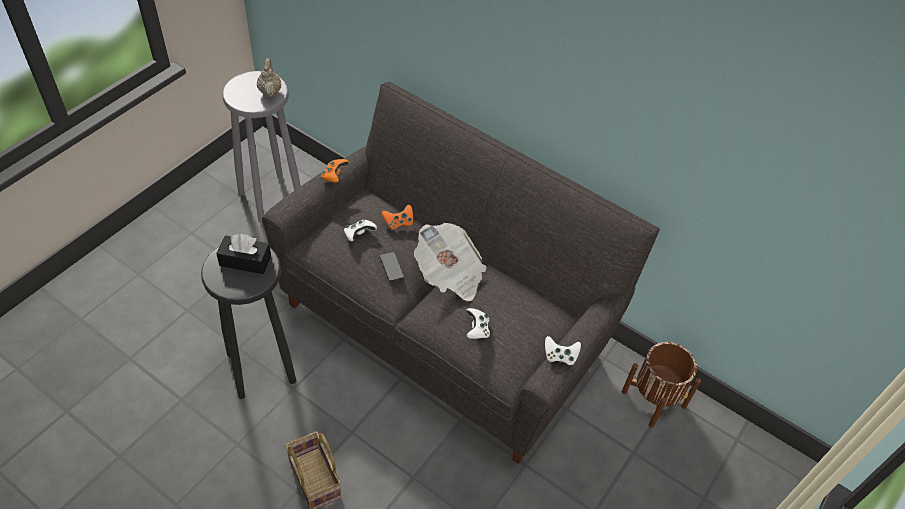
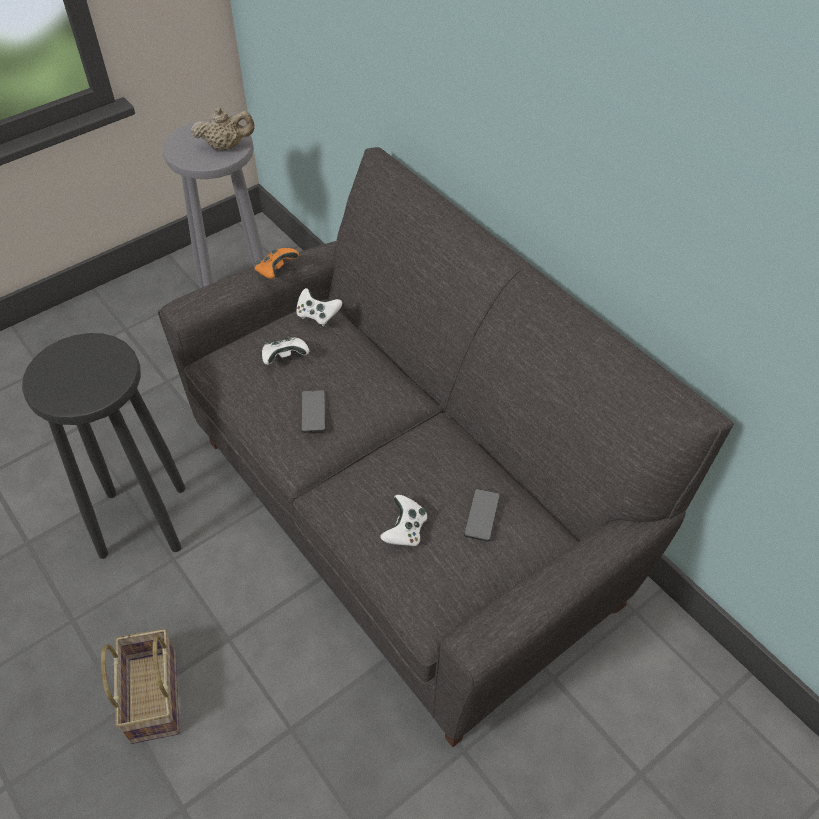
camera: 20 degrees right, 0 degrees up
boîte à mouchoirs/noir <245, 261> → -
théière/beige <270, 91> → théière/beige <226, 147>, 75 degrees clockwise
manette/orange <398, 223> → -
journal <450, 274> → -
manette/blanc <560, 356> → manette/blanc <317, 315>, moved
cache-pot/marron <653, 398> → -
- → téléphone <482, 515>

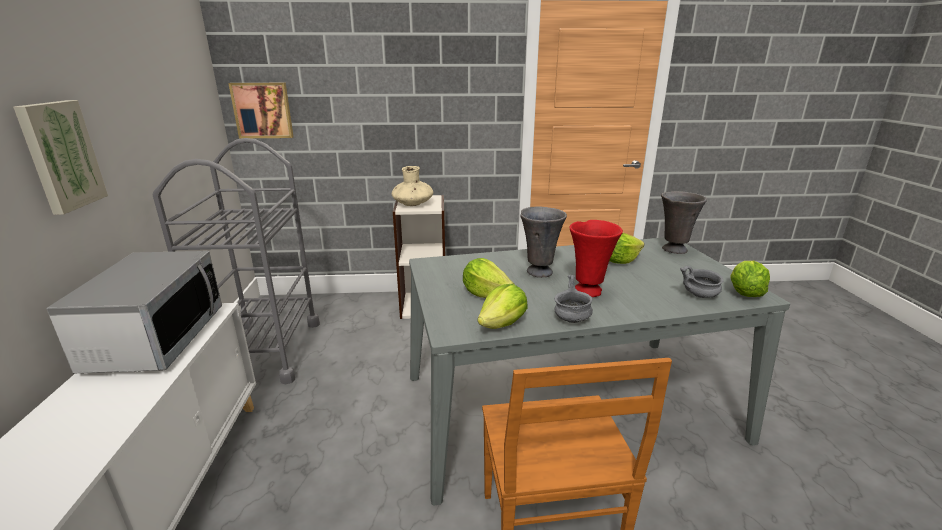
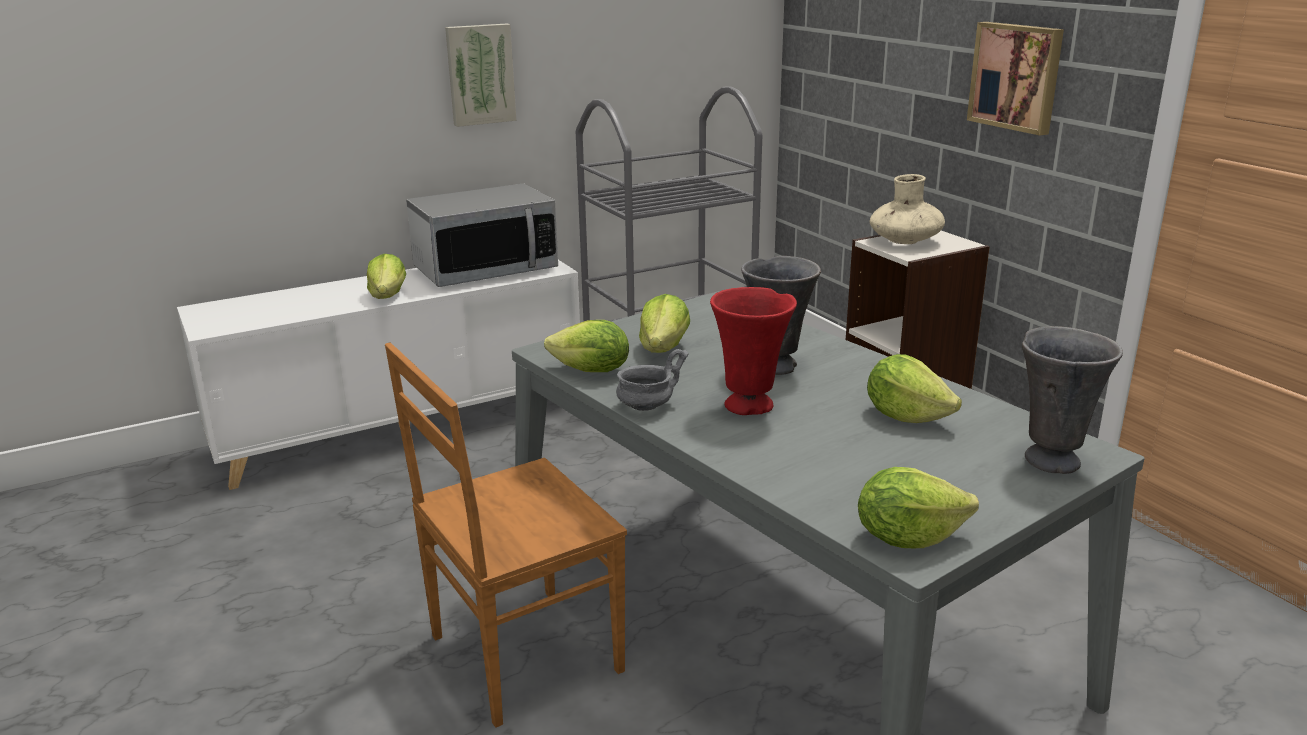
camera: 65 degrees right, 0 degrees up
tableau <263, 110> → tableau <1016, 76>, moved
bol/gris <699, 295> → -
- → laitue <388, 296>

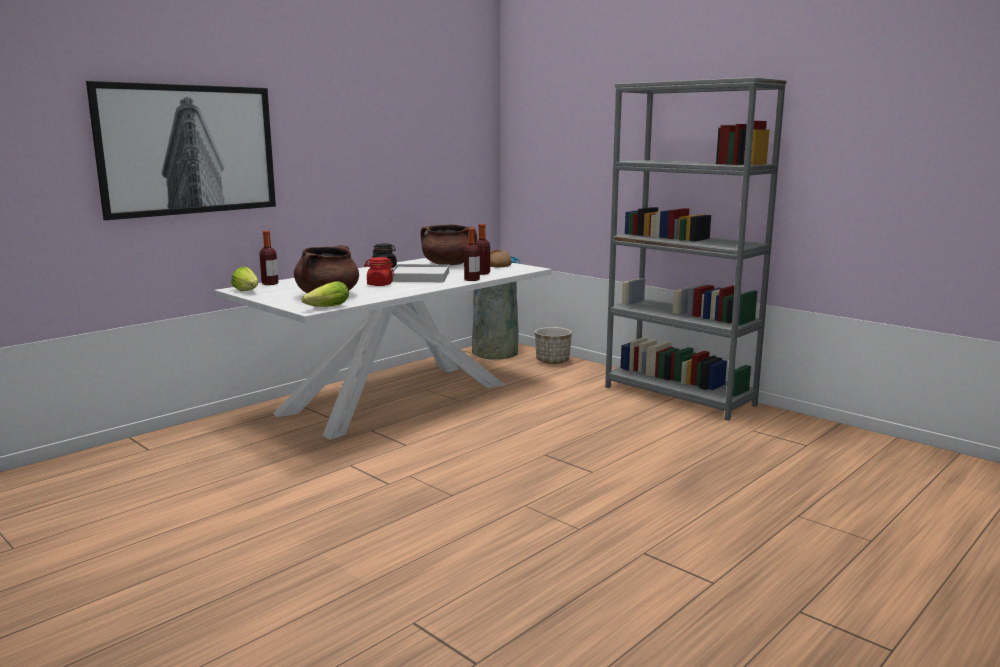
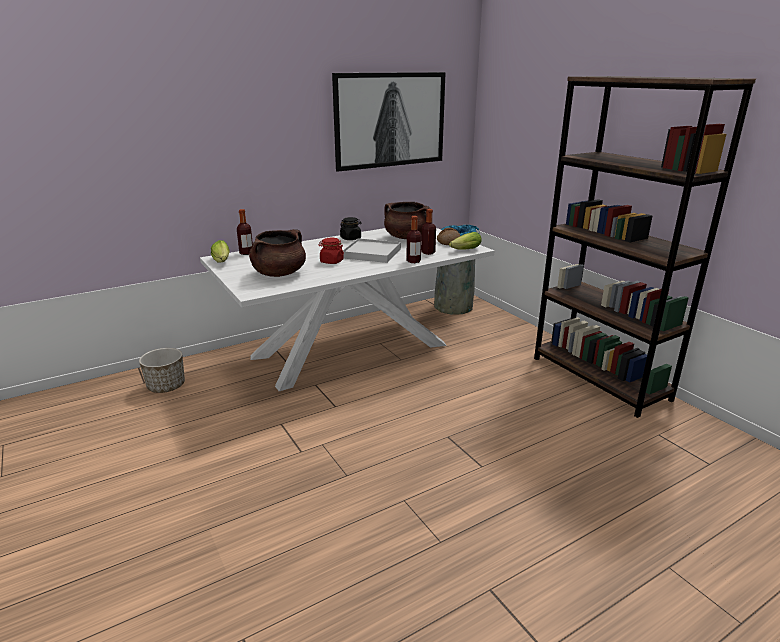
camera: 15 degrees right, 10 degrees up
tableau <188, 149> → tableau <390, 120>, moved
laitue <325, 308> → laitue <464, 250>, moved
cache-pot <552, 361> → cache-pot <166, 386>, moved
bibliothèque/gris <679, 396> → bibliothèque/marron <599, 378>

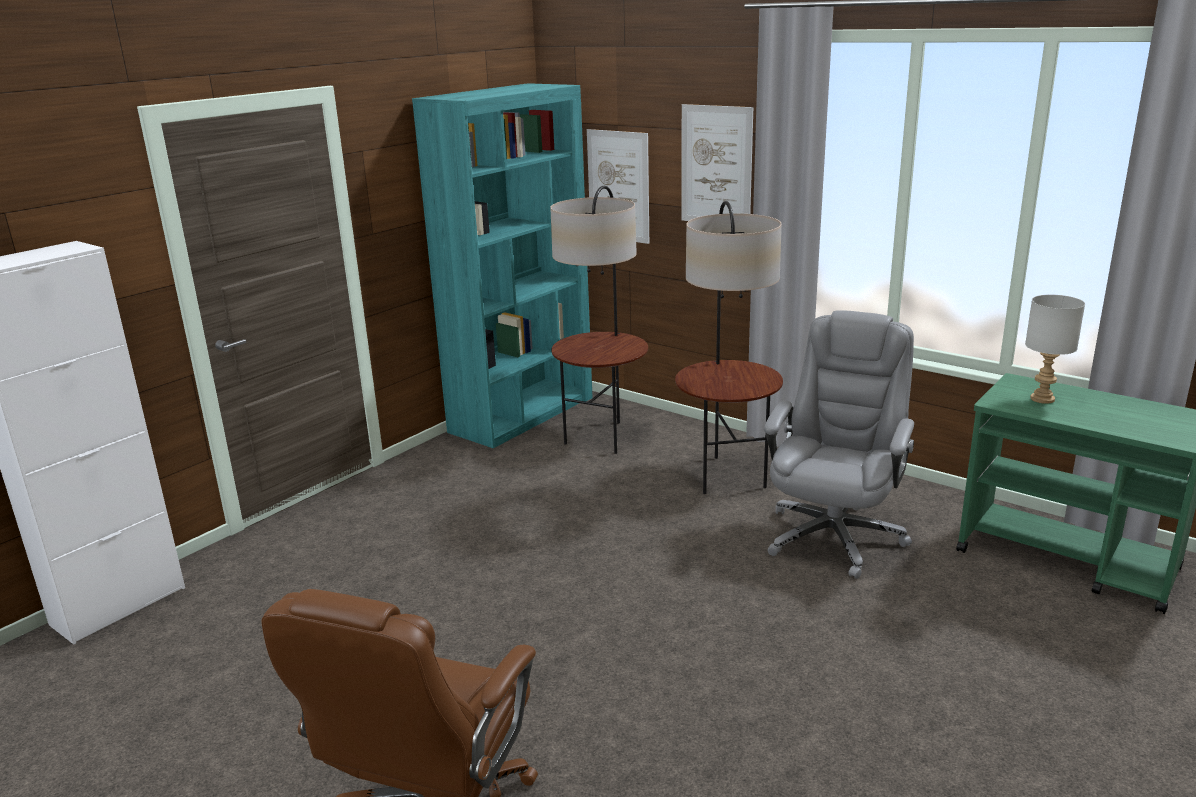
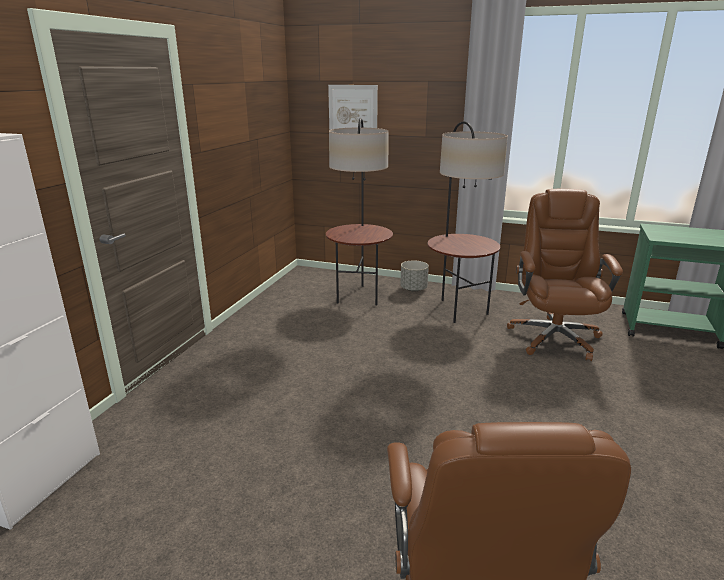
camera: 20 degrees left, 0 degrees up
bibliothèque/turquoise <522, 414> → -
tableau <716, 166> → -
chaise de bureau/gris <834, 536> → chaise de bureau/marron <554, 337>
lampe de table/gris <1043, 399> → -
- → cache-pot/gris <414, 289>

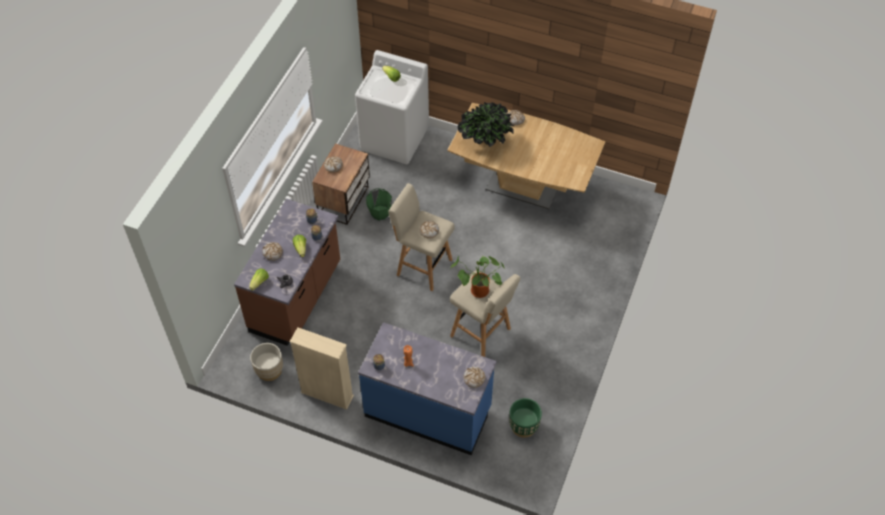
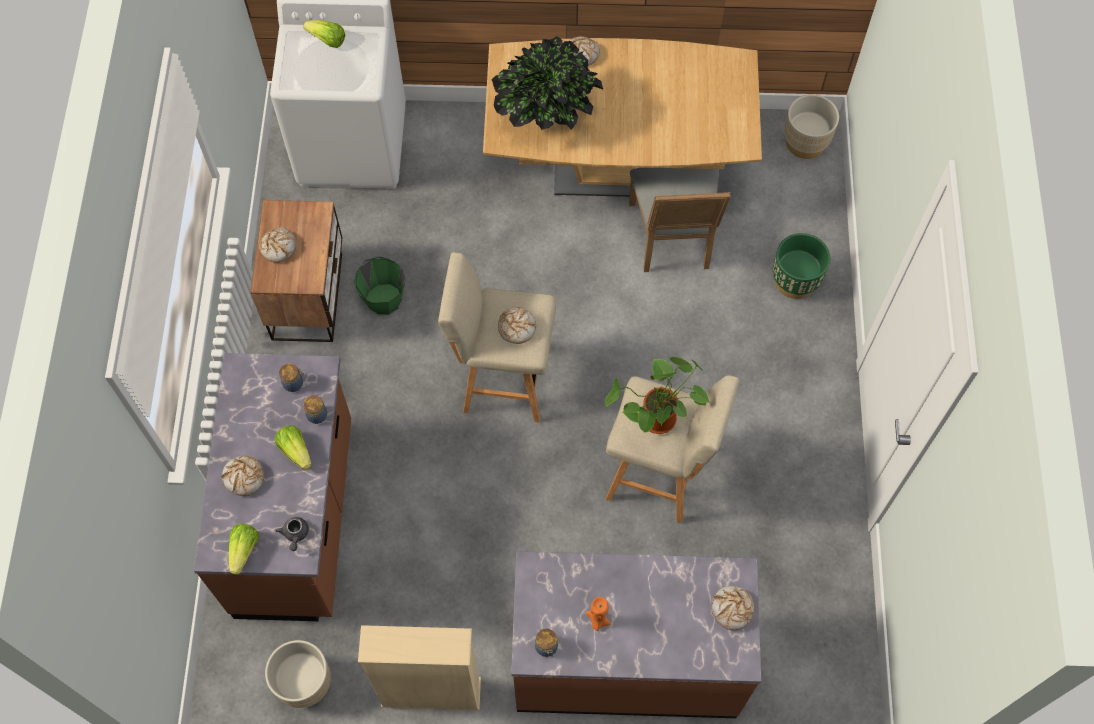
camera: 20 degrees left, 10 degrees up
comptoir de cuisine/bleu <428, 411> → comptoir de cuisine/marron <626, 660>
cache-pot/vert <523, 426> → cache-pot/vert <795, 281>, moved
- → chaise/gris <672, 240>
- → cache-pot/beige <805, 142>

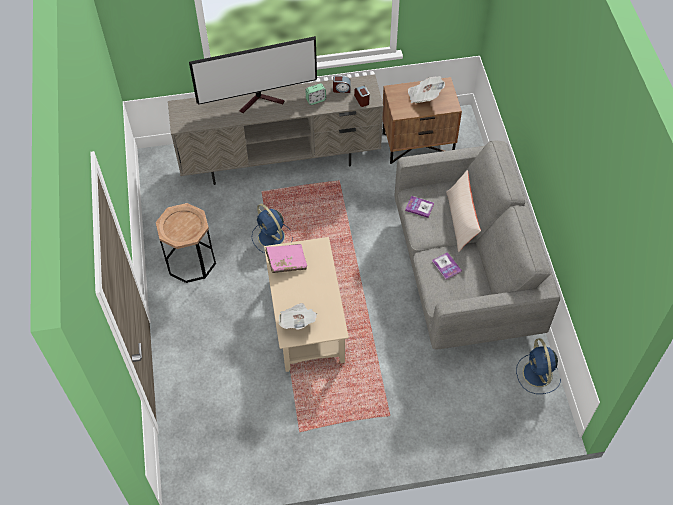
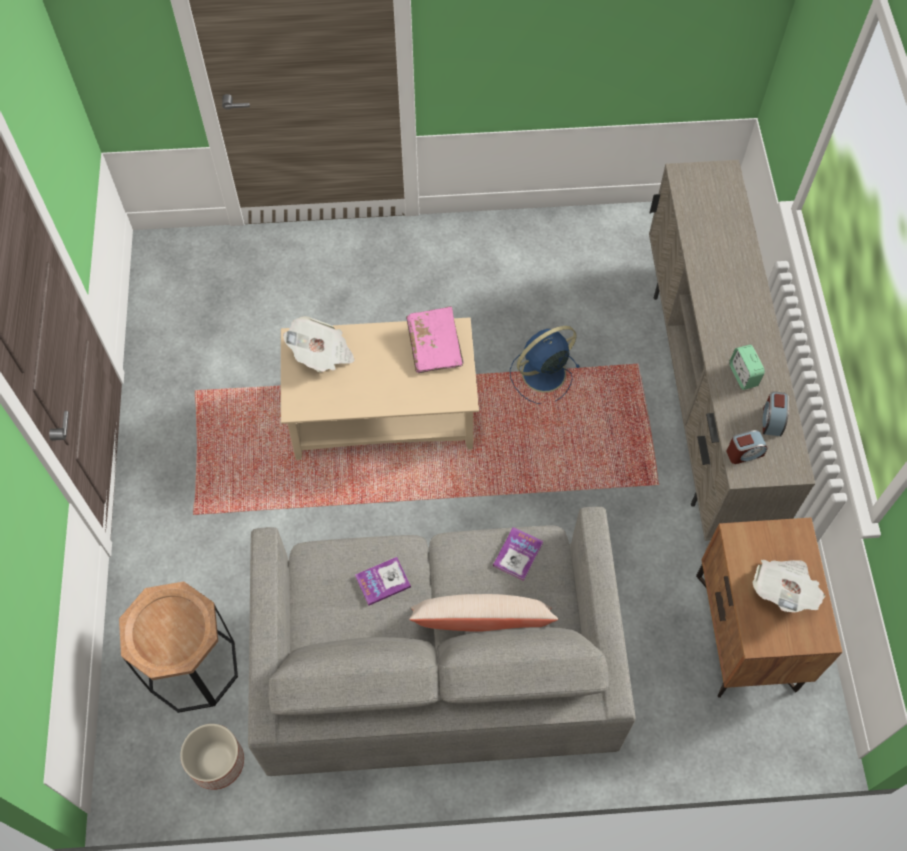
camera: 95 degrees right, 5 degrees up
table d'appoint/marron <191, 261> → table d'appoint/marron <192, 667>, moved
téléviseur <261, 100> → -
ventilateur/bleu <538, 375> → cache-pot <216, 762>

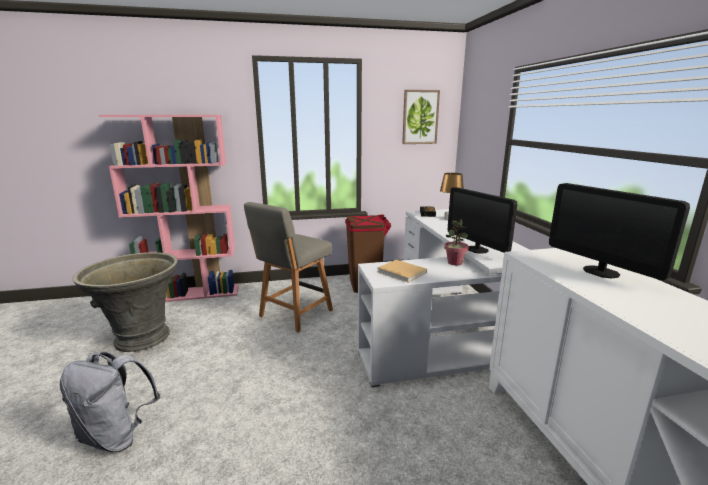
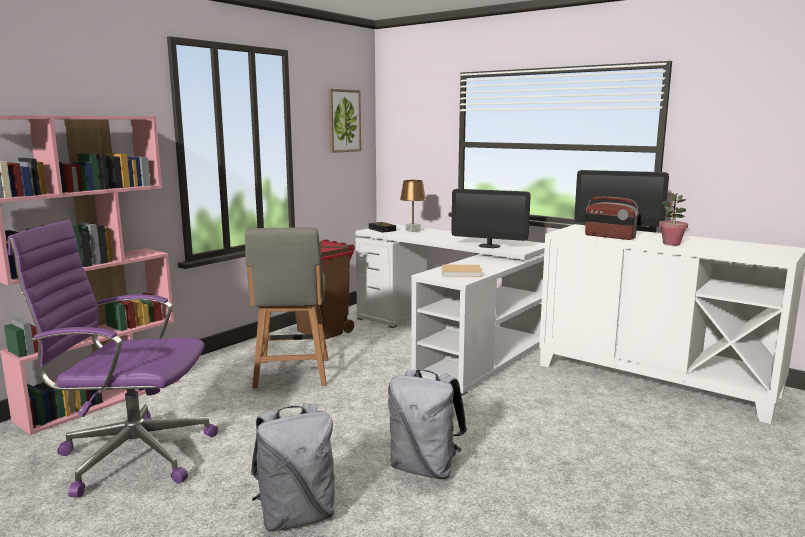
camera: 40 degrees left, 5 degrees down
cache-pot/gris <141, 338> → chaise de bureau/violet <131, 455>
plante en pot <454, 262> → plante en pot <671, 243>, moved
- → sac à dos/gris <425, 468>
- → radio <609, 237>

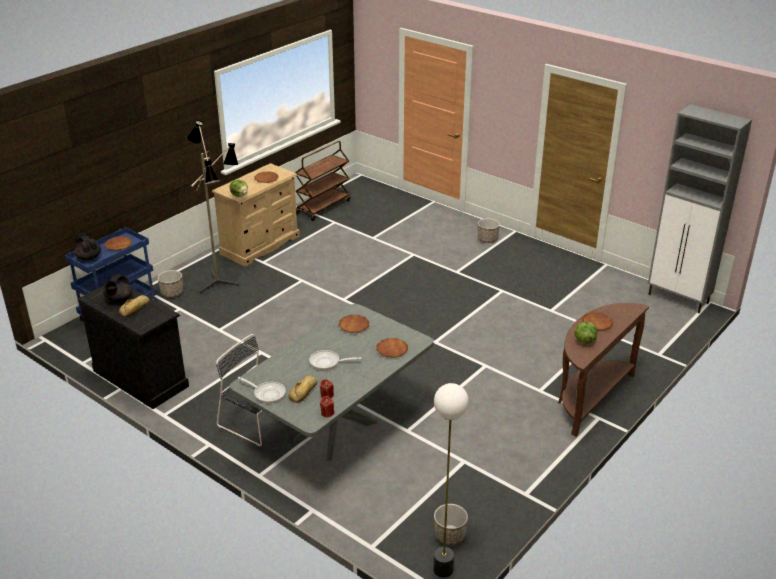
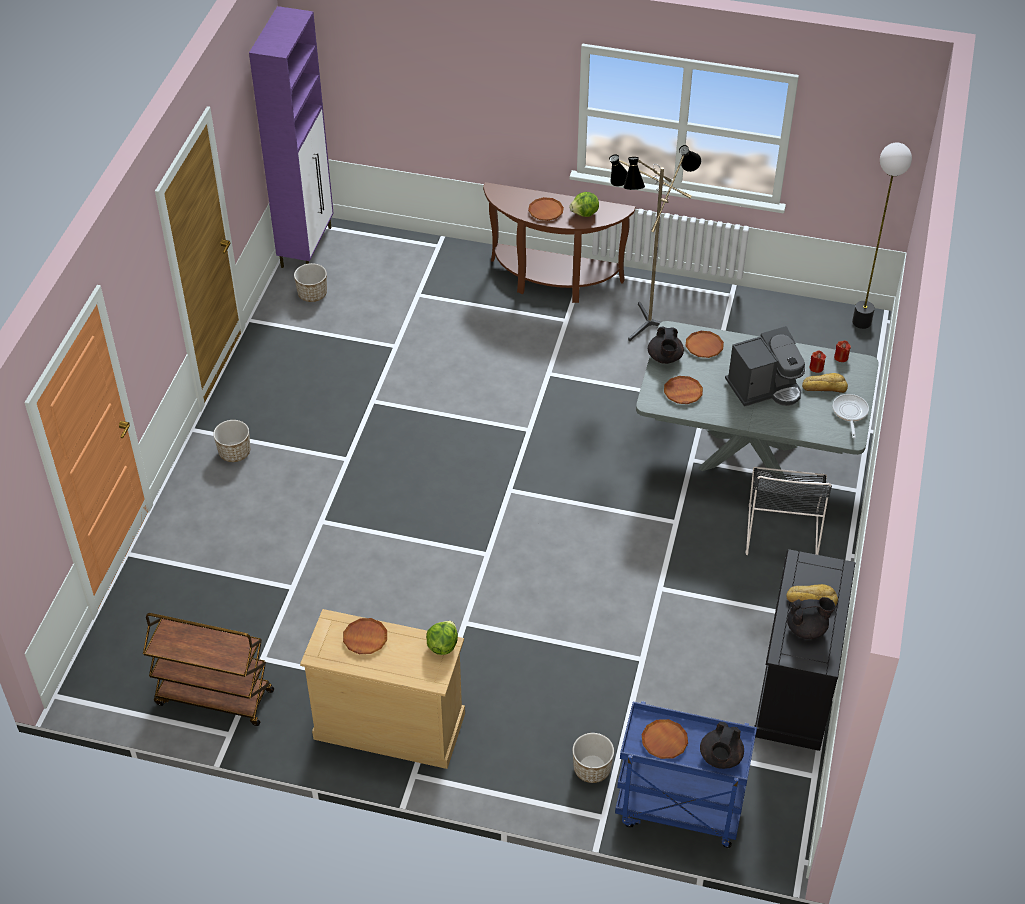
camera: 115 degrees left, 15 degrees up
lampadaire <221, 282> → lampadaire <643, 322>, moved
poêle <327, 362> → machine à café <764, 388>
cache-pot <449, 535> → cache-pot <312, 294>, moved
meuble de rangement/gris <679, 299> → meuble de rangement/violet <307, 246>
- → théière/noir <665, 358>

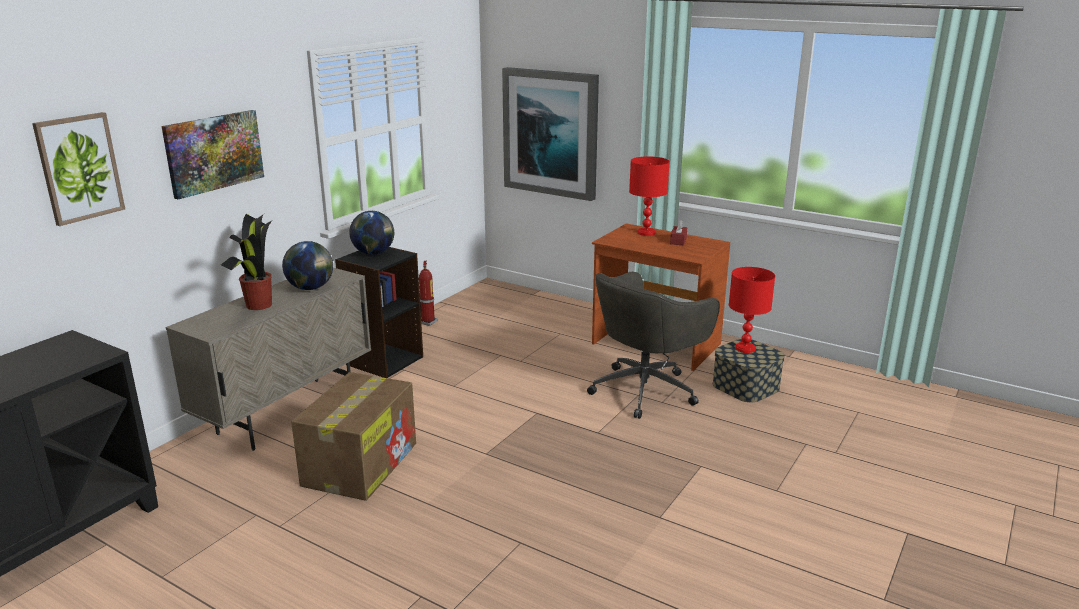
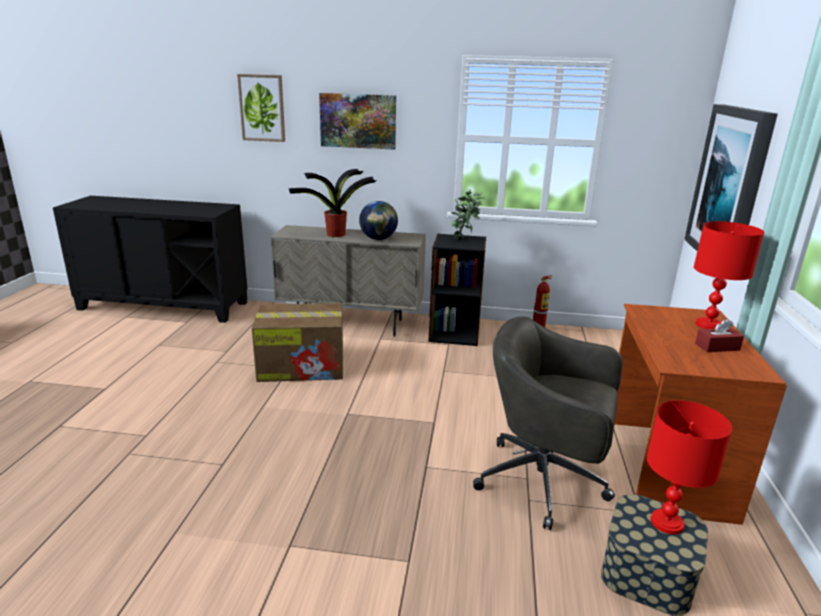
camera: 65 degrees right, 0 degrees up
globe <374, 253> → plante en pot <465, 239>

